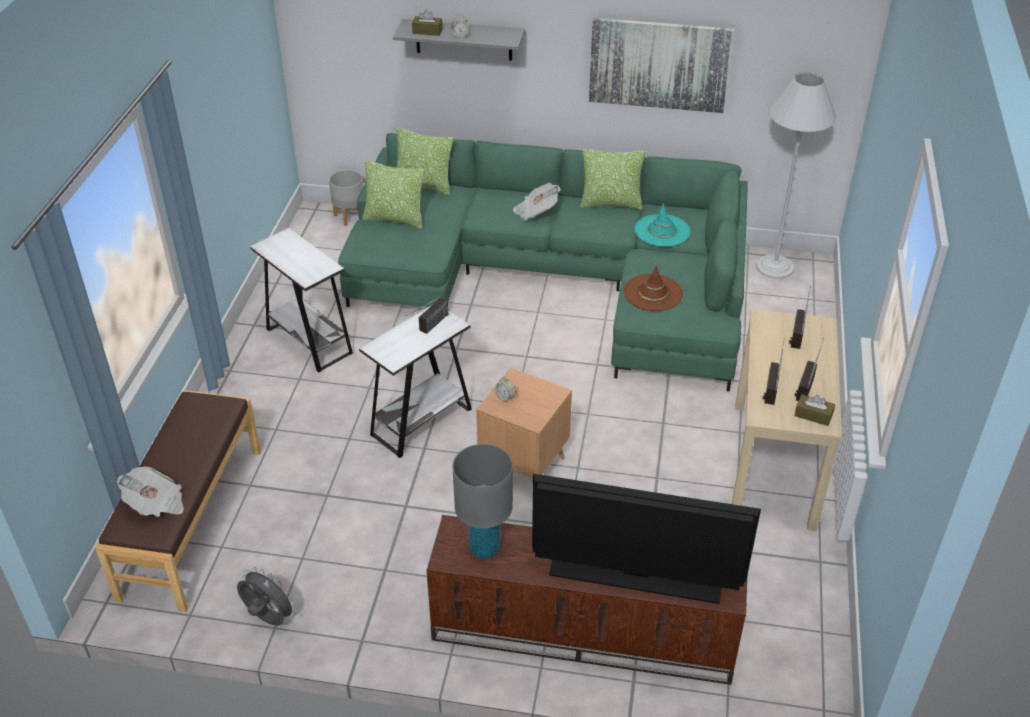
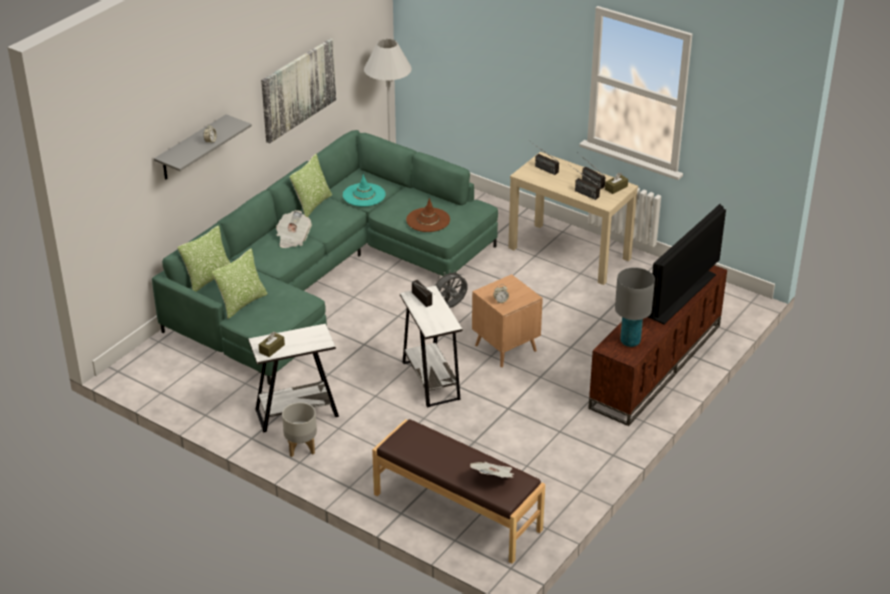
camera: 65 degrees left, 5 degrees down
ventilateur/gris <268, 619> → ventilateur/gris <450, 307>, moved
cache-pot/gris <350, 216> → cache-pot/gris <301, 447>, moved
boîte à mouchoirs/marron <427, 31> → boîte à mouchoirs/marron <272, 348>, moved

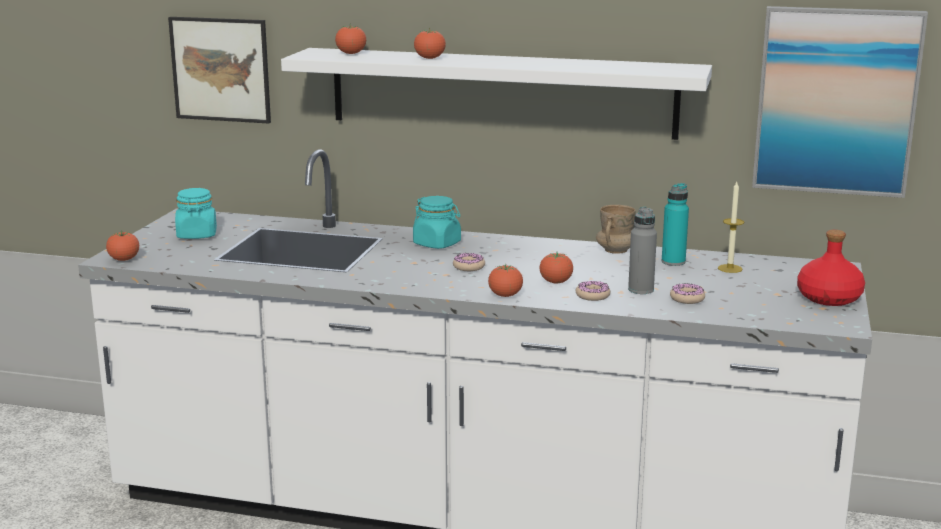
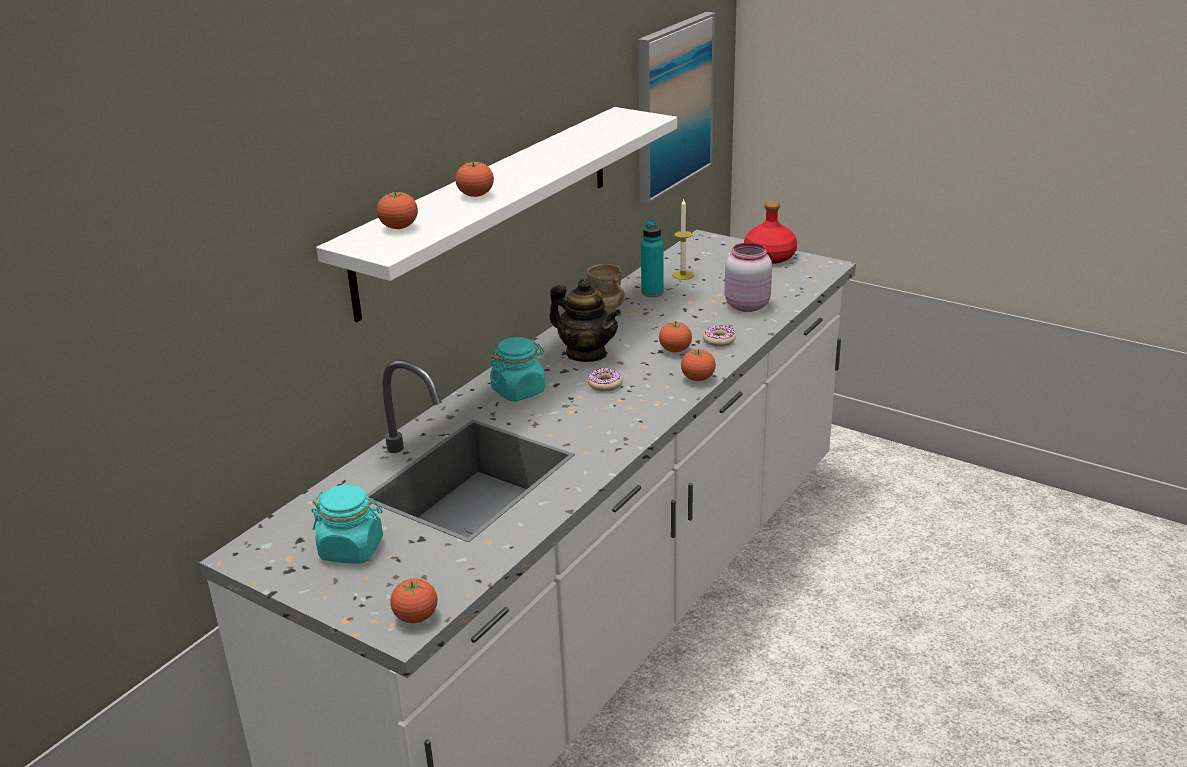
camera: 70 degrees left, 10 degrees up
tableau <220, 69> → -
bouteille/gris <641, 290> → -
beignet <687, 299> → bocal/rose <746, 305>
- → théière <586, 354>

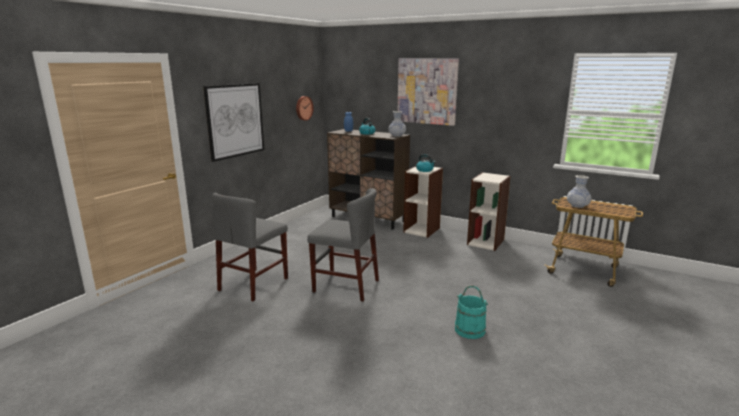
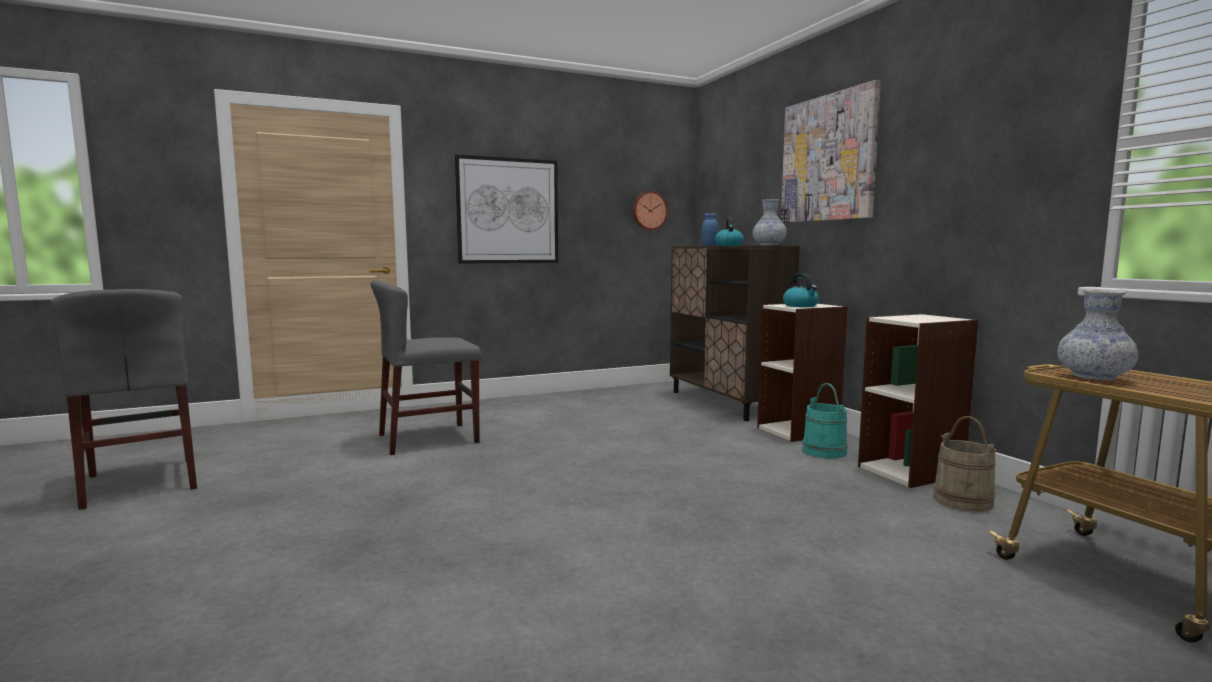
camera: 35 degrees right, 10 degrees down
chaise/gris <346, 286> → chaise/gris <141, 482>, moved
seau/turquoise <470, 330> → seau/turquoise <824, 451>, moved
- → seau/beige <963, 500>

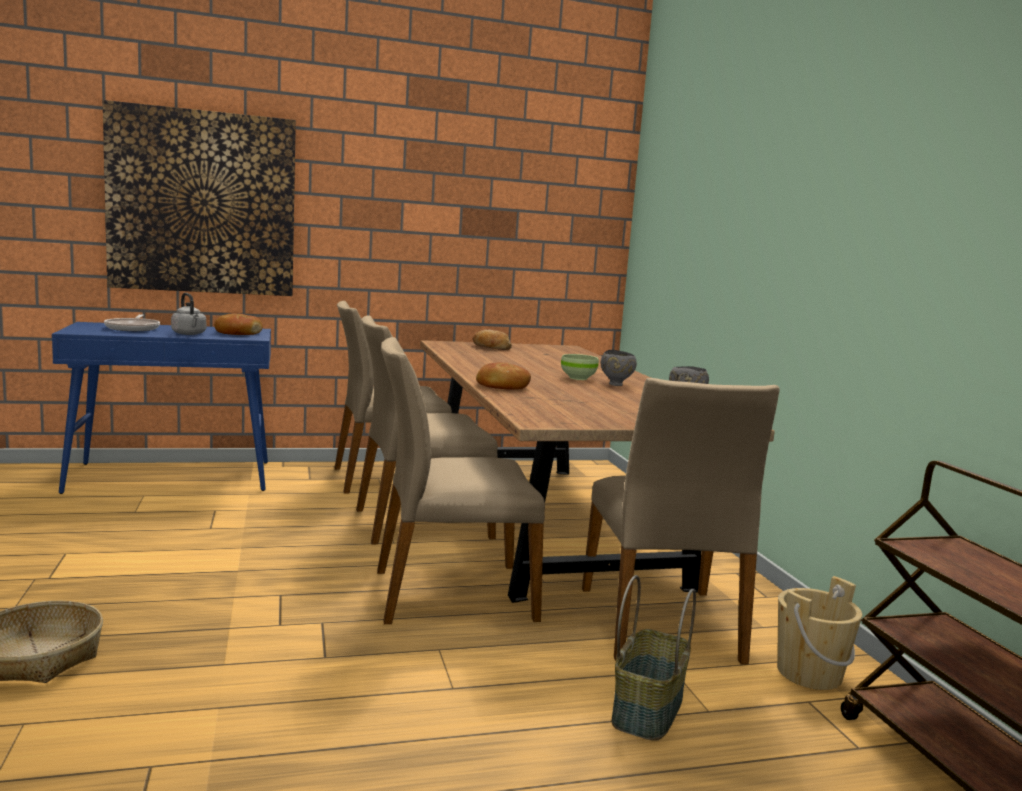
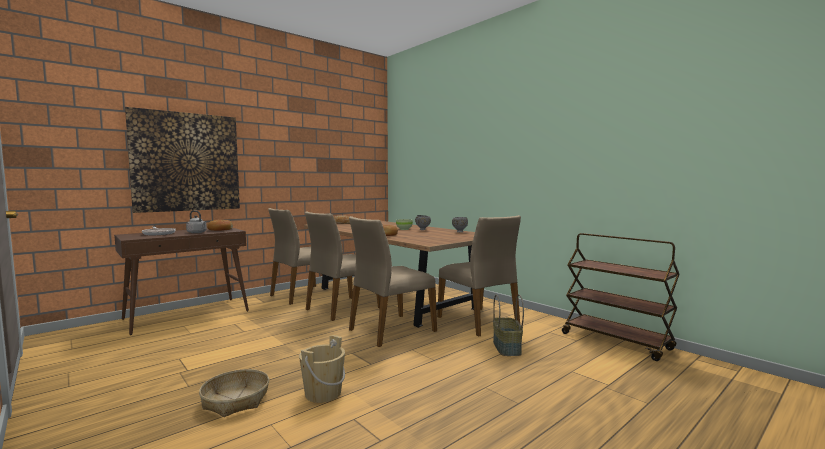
camera: 25 degrees left, 5 degrees down
table console/bleu <173, 477> → table console/marron <187, 315>
seau/beige <809, 673> → seau/beige <323, 393>, moved

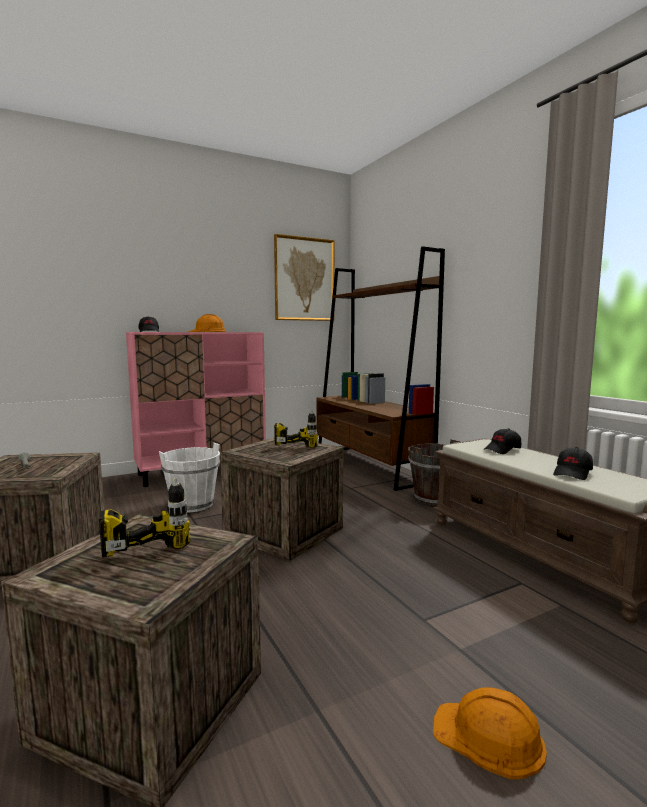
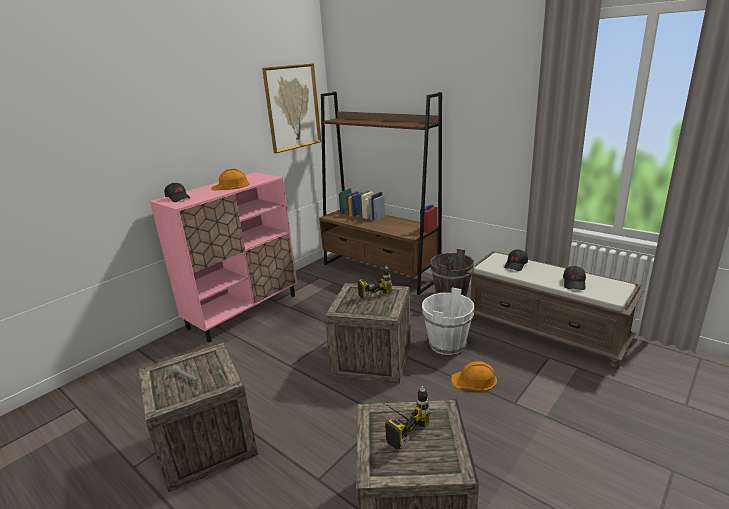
camera: 20 degrees left, 15 degrees up
seau/blanc <192, 505> → seau/blanc <447, 344>, moved
casque de chantier/orange <489, 737> → casque de chantier/orange <474, 380>, moved

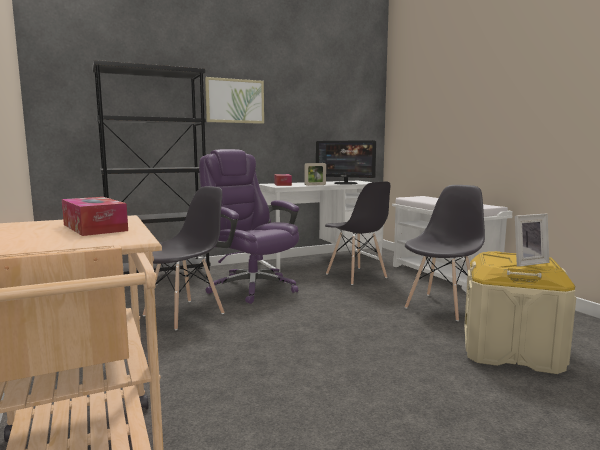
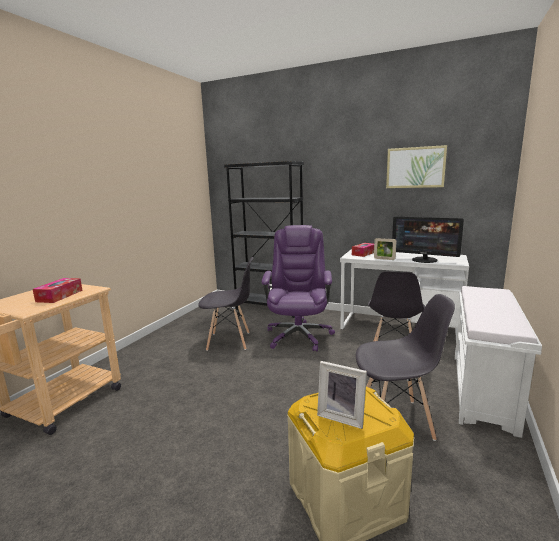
camera: 50 degrees right, 5 degrees up
tableau <235, 101> → tableau <415, 167>, moved
écran d'ordinateur <345, 183> → écran d'ordinateur <424, 260>, 45 degrees counterclockwise

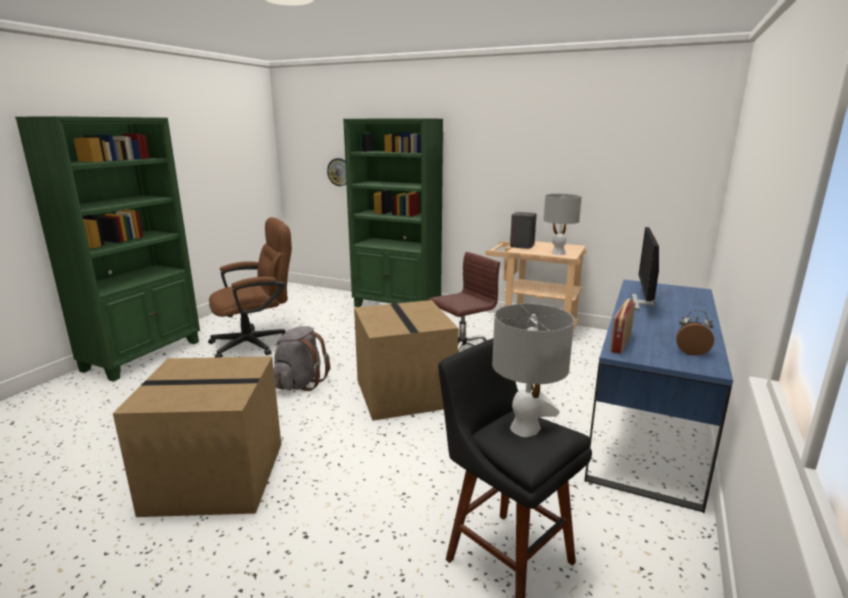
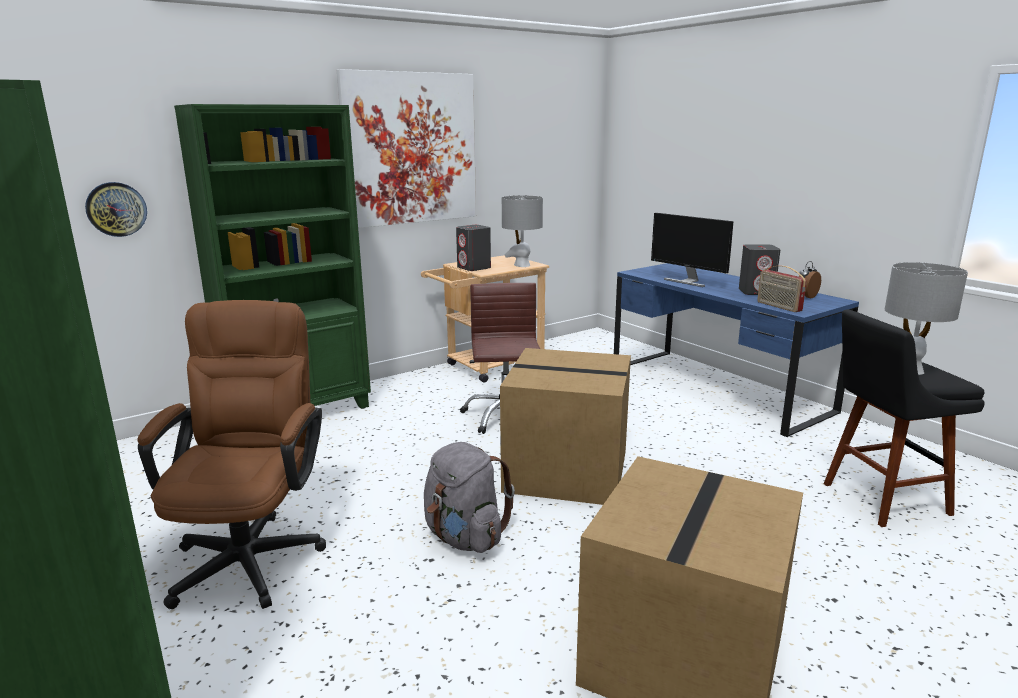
camera: 60 degrees left, 0 degrees up
- → tableau <410, 149>
- → enceinte/gris <756, 292>

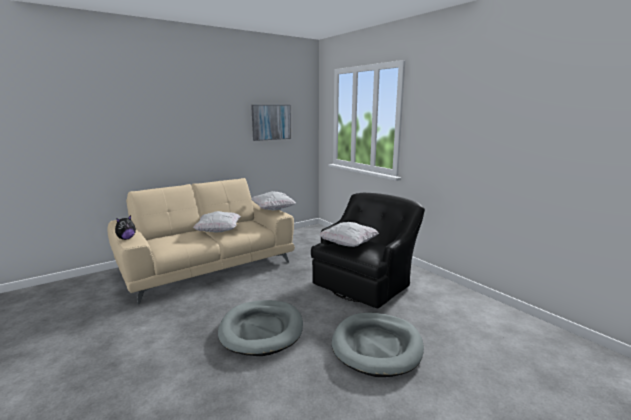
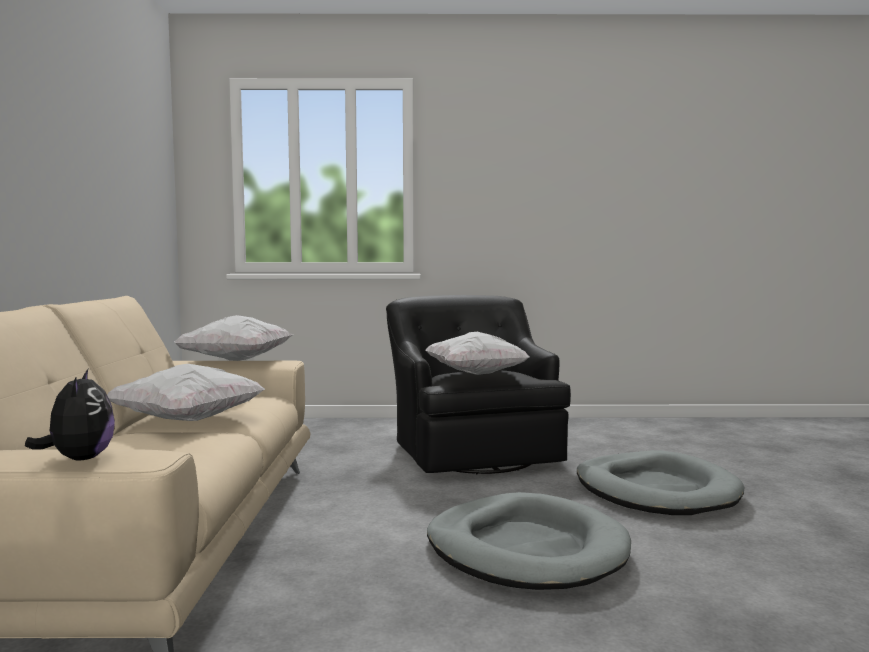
camera: 55 degrees left, 10 degrees down
tableau <271, 122> → -

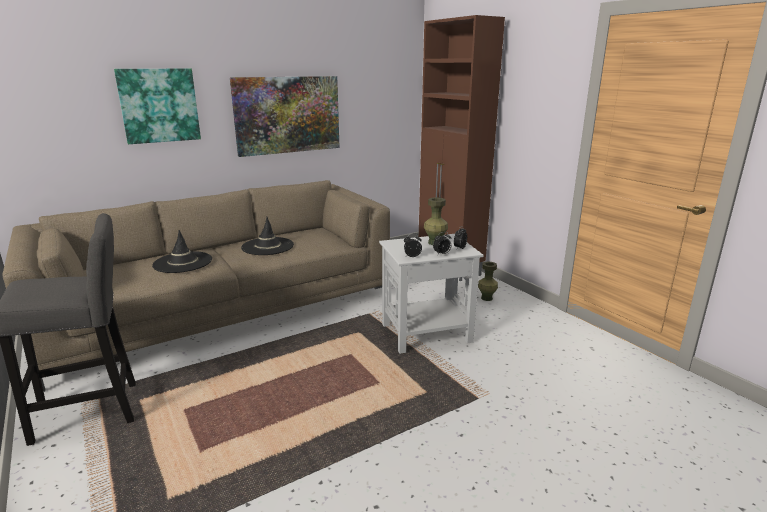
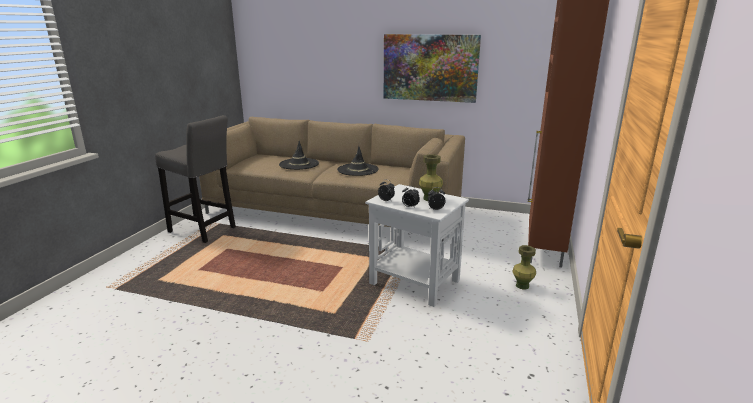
camera: 50 degrees right, 0 degrees up
tableau <159, 105> → -

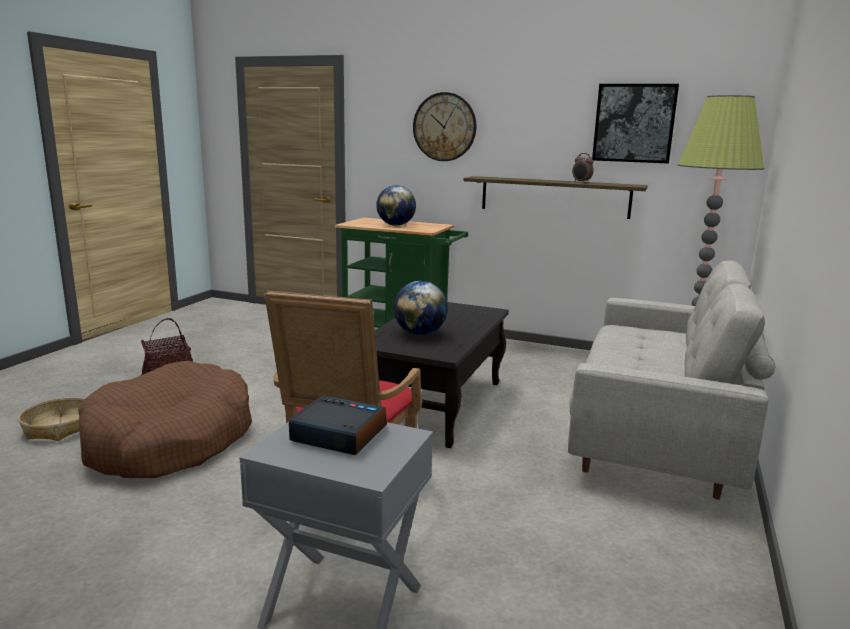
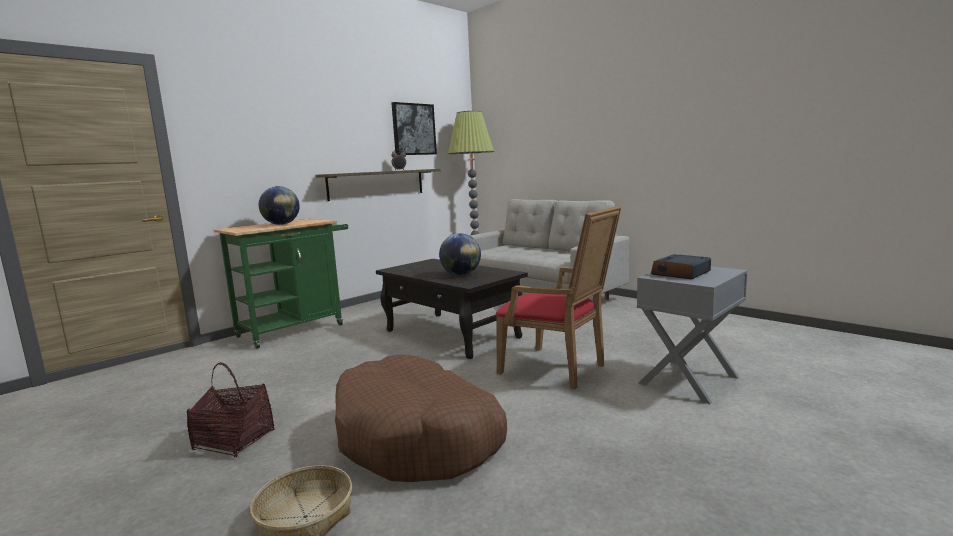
camera: 65 degrees left, 5 degrees down
horloge murale <444, 127> → -

